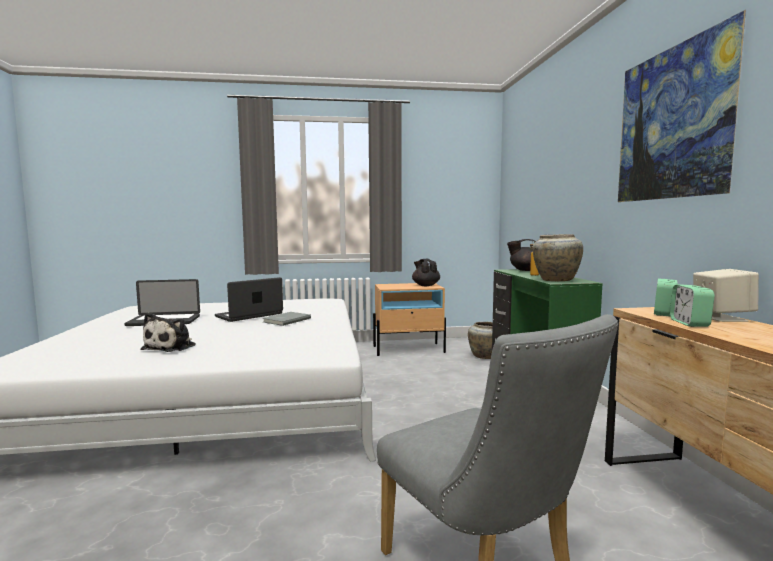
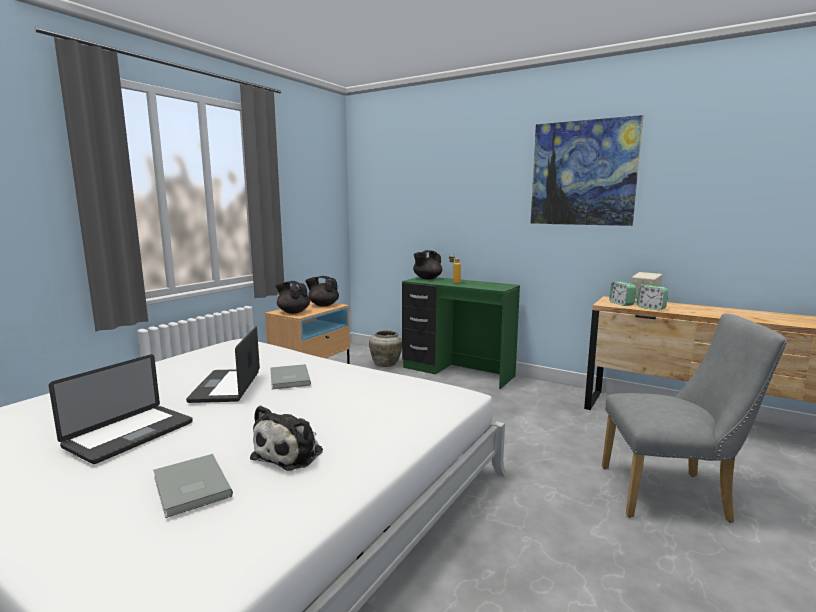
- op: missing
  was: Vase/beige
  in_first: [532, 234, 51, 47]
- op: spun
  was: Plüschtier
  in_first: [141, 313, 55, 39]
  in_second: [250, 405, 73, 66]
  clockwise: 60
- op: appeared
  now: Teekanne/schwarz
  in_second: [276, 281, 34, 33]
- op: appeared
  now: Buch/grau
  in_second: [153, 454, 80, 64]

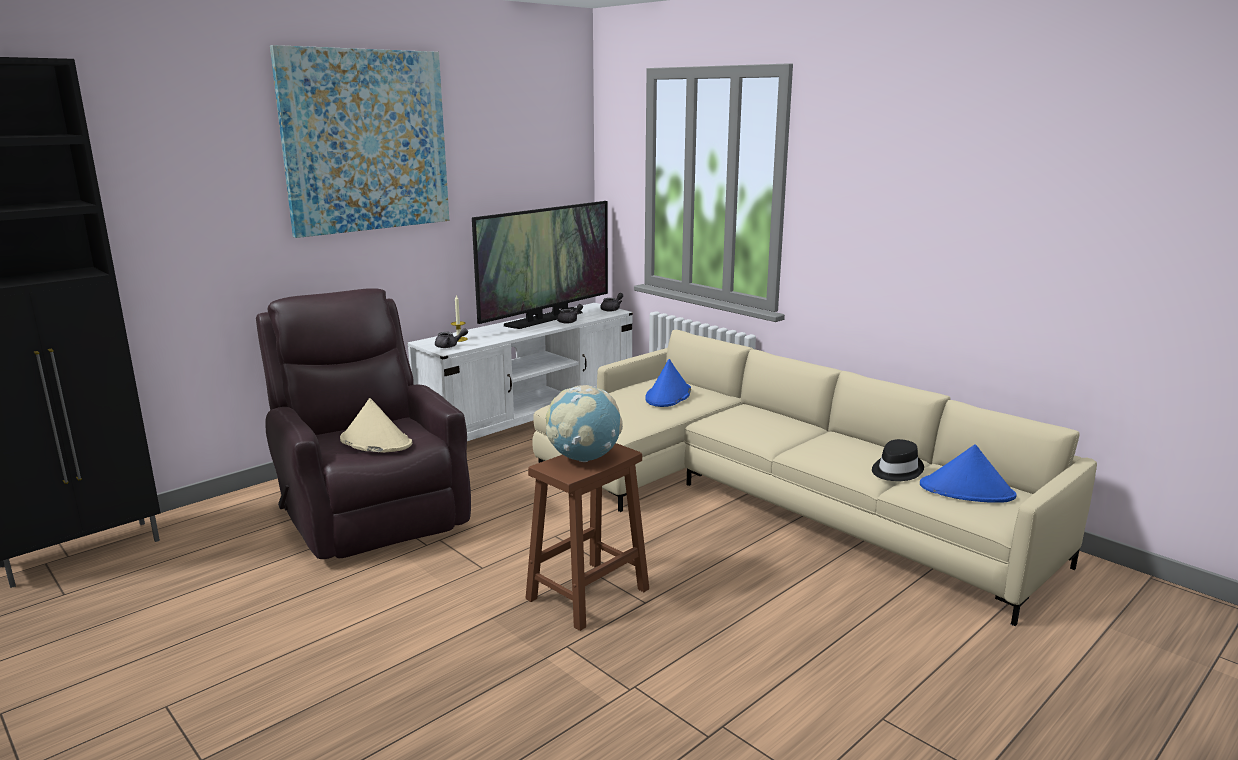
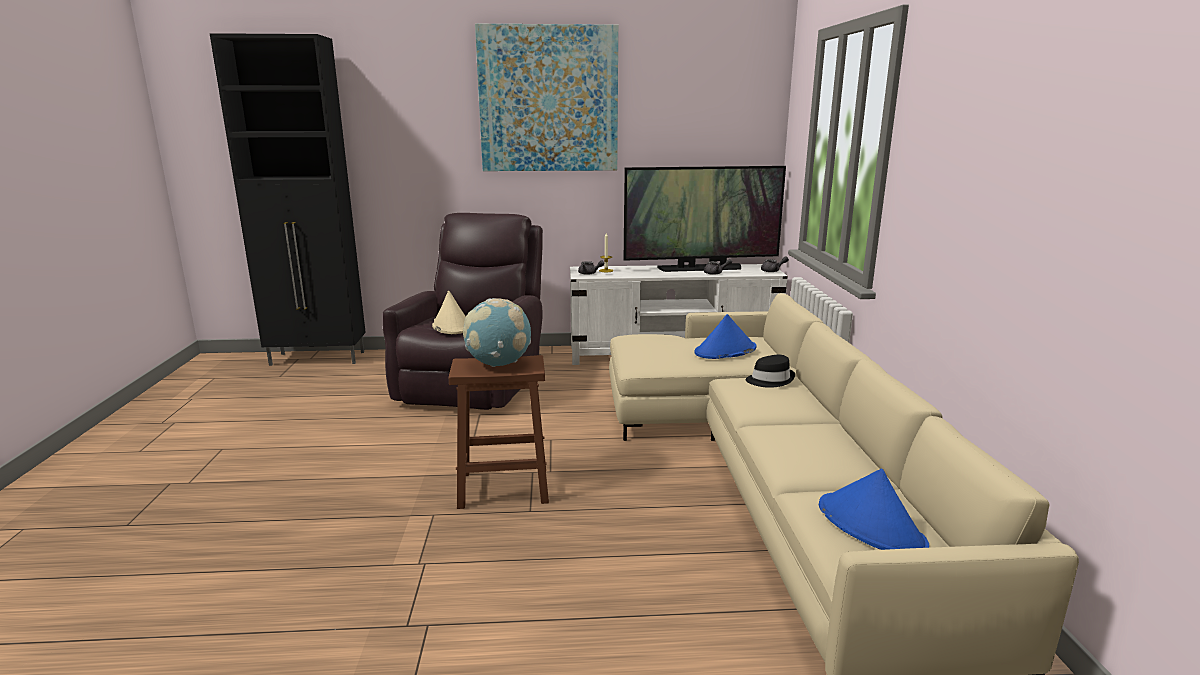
- op: relocated
  was: Hut/schwarz
  in_first: [872, 439, 52, 42]
  in_second: [745, 355, 50, 33]

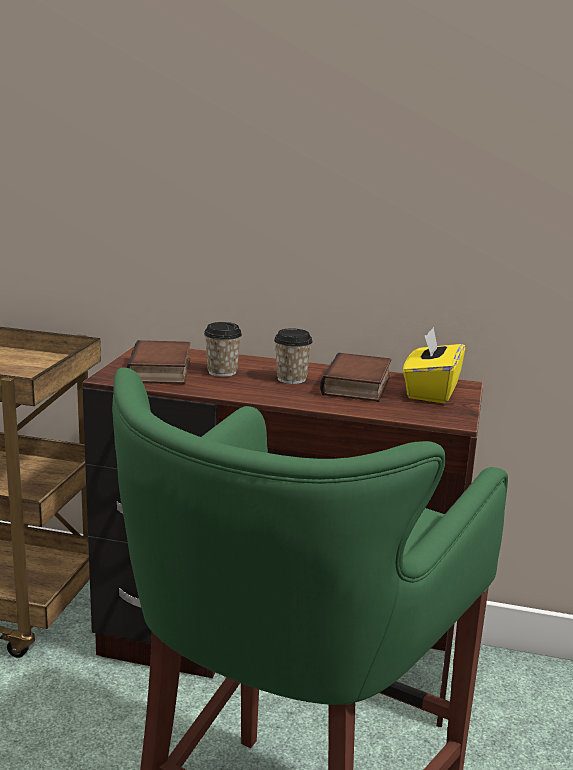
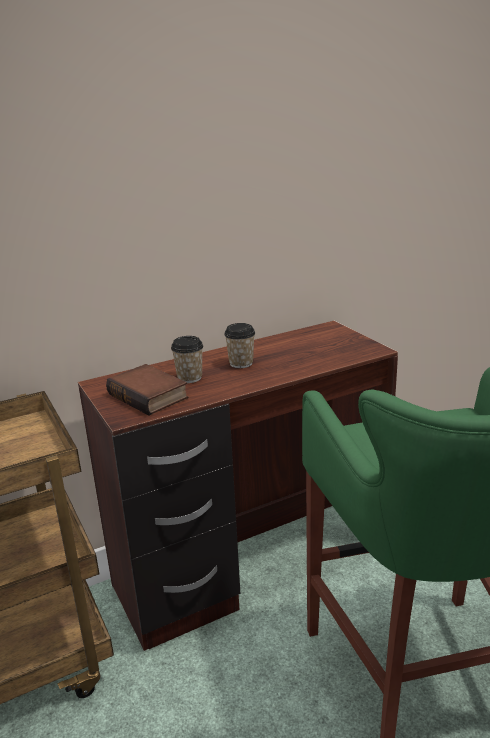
- op: missing
  was: Taschentuchbox/gelb
  in_first: [403, 327, 62, 77]
- op: missing
  was: Buch
  in_first: [320, 353, 71, 49]

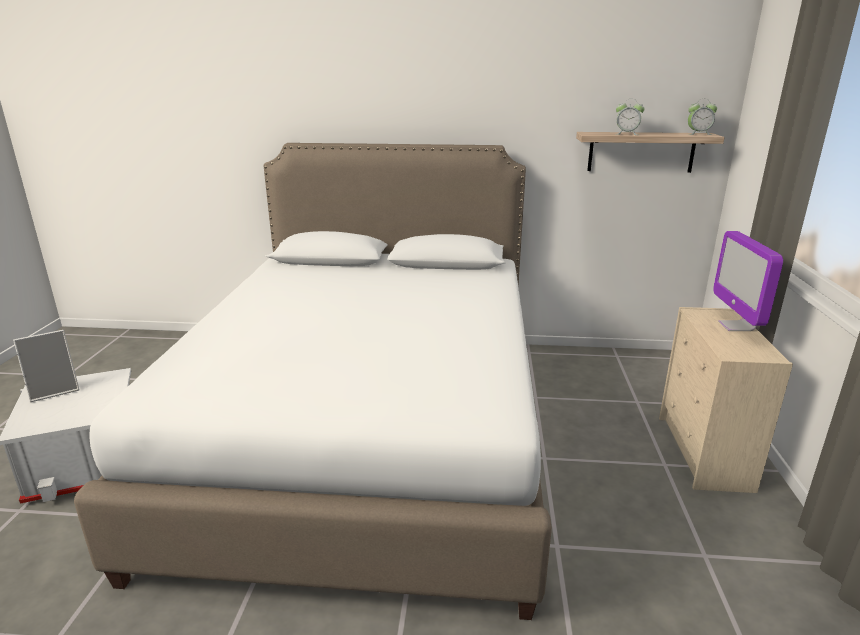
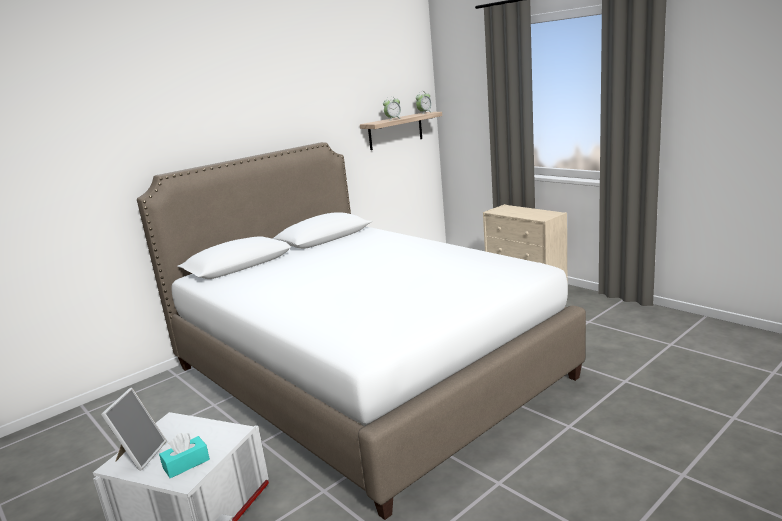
- op: missing
  was: Monitor
  in_first: [713, 231, 70, 100]
- op: appeared
  now: Taschentuchbox/türkis
  in_second: [159, 433, 51, 45]

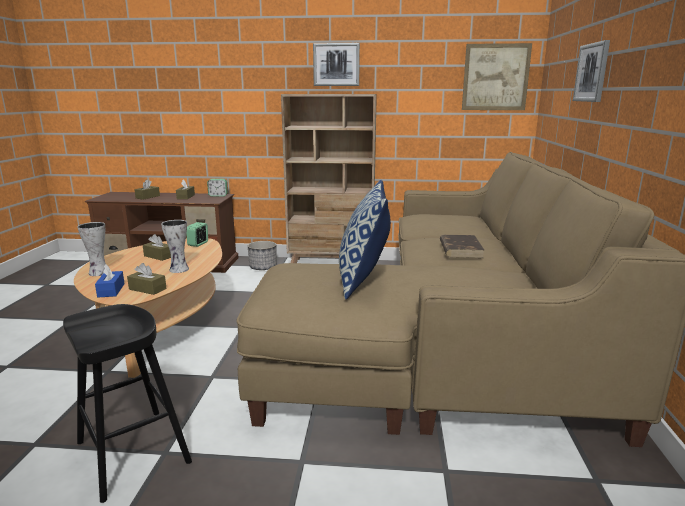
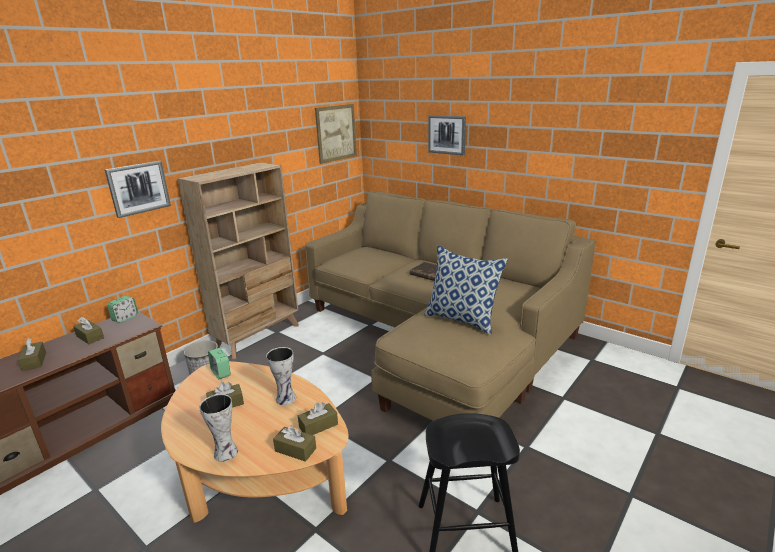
- op: relocated
  was: Bild
  in_first: [313, 43, 47, 43]
  in_second: [105, 161, 66, 57]
- op: colour
  was: Taschentuchbox/blau
  now: Taschentuchbox/braun
  in_first: [95, 264, 30, 34]
  in_second: [273, 426, 43, 36]

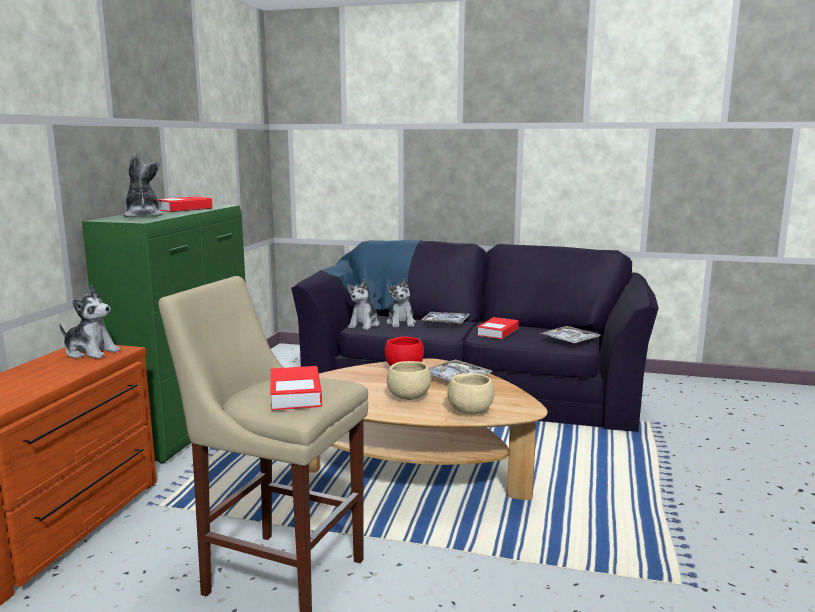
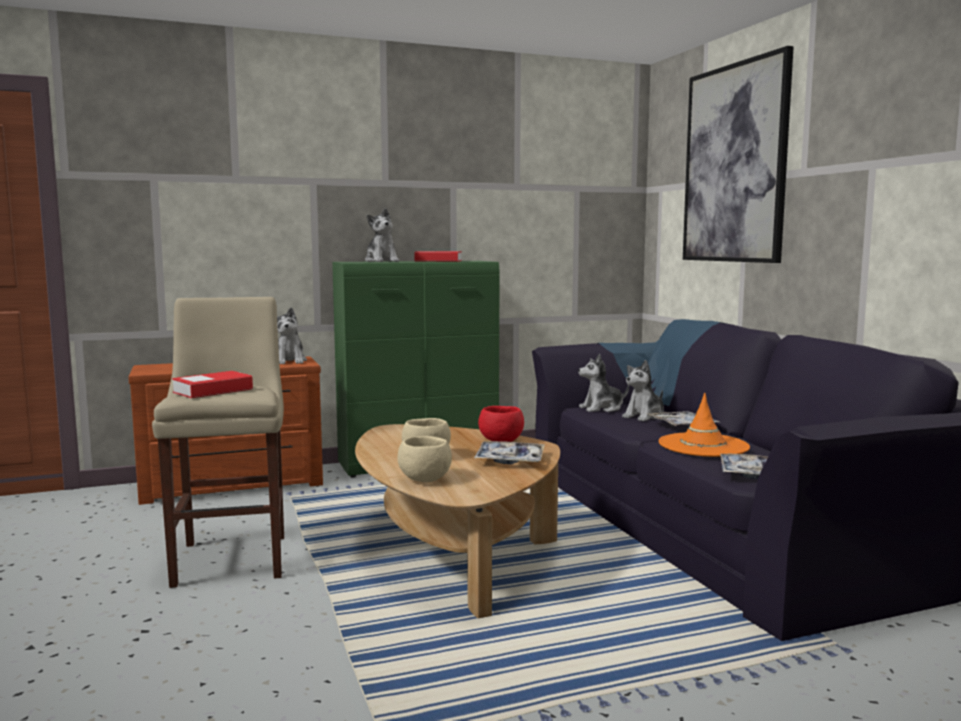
- op: spun
  was: Plüschtier
  in_first: [123, 154, 40, 63]
  in_second: [365, 208, 34, 54]
  clockwise: 120
- op: exchanged
  was: Buch
  now: Hut/orange
  in_first: [477, 317, 42, 22]
  in_second: [659, 393, 91, 64]
- op: appeared
  now: Bild
  in_second: [683, 46, 111, 217]

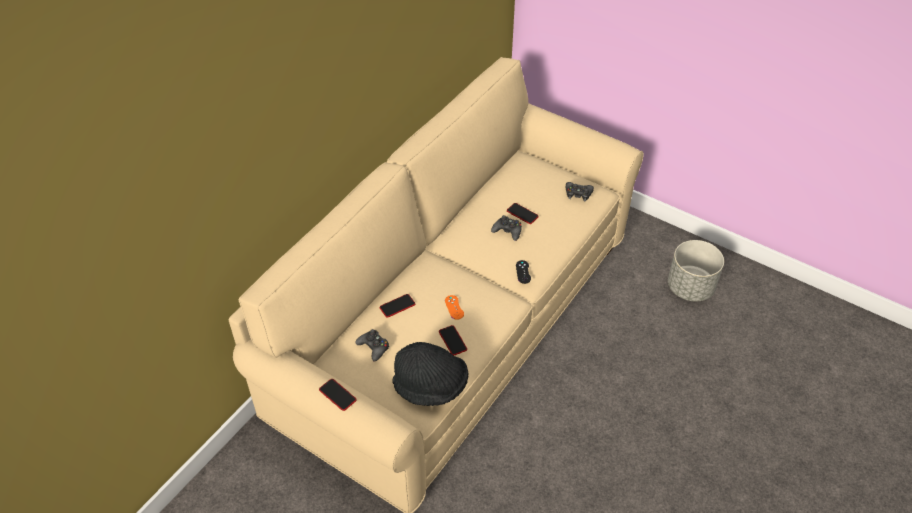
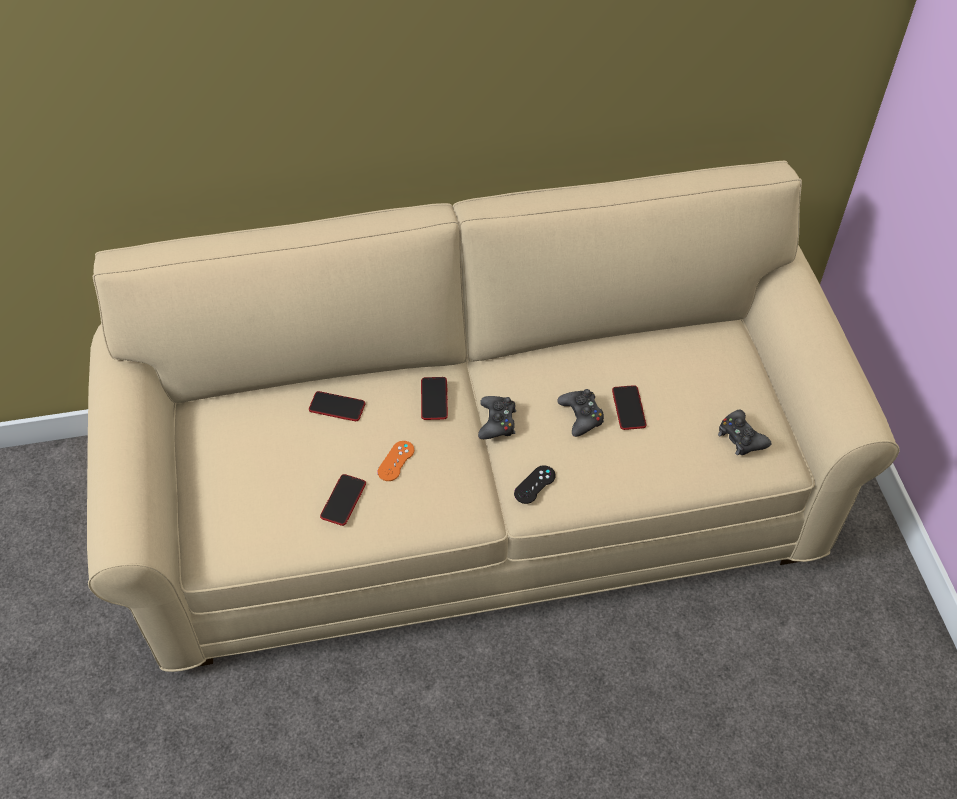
- op: missing
  was: Pflanzkübel/grau
  in_first: [668, 240, 56, 61]
- op: relocated
  was: Gamepad/schwarz
  in_first: [355, 329, 34, 33]
  in_second: [478, 396, 38, 43]
- op: missing
  was: Hut/schwarz
  in_first: [392, 342, 76, 64]
- op: relocated
  was: Handy
  in_first: [319, 379, 38, 32]
  in_second: [421, 377, 27, 43]

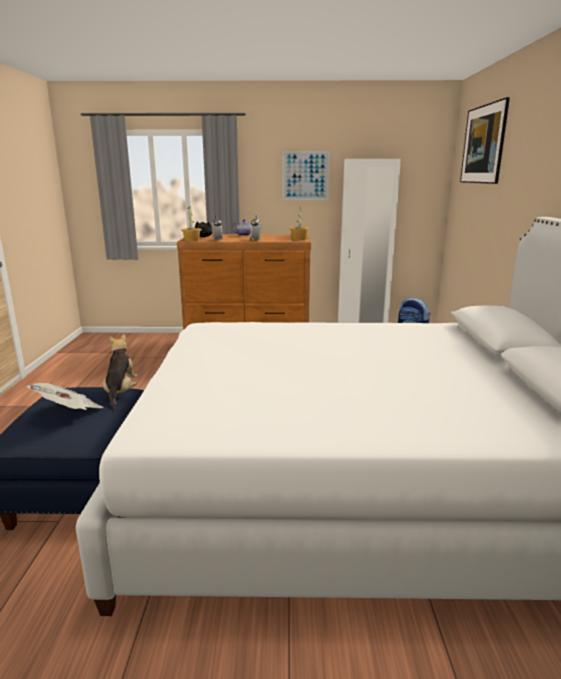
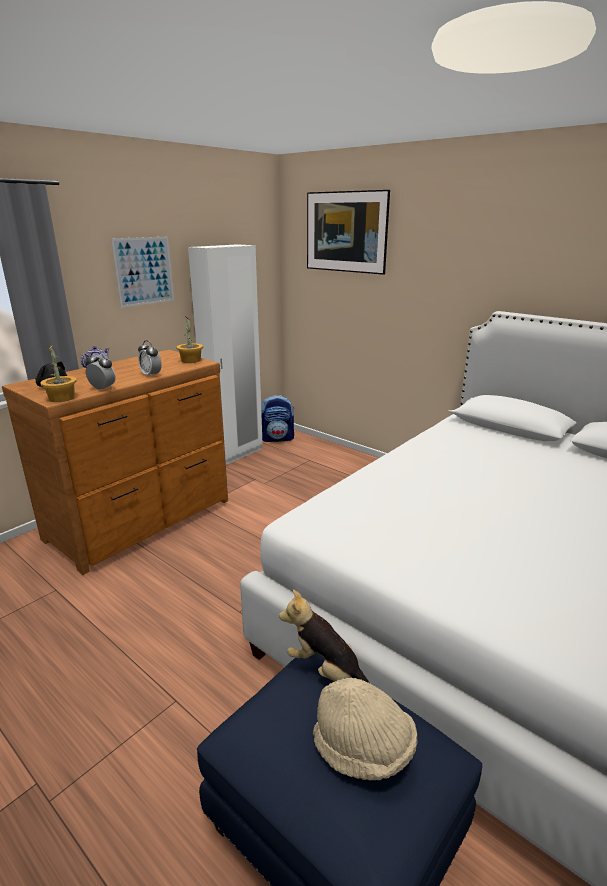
- op: exchanged
  was: Zeitung
  now: Hut/beige
  in_first: [26, 383, 77, 27]
  in_second: [313, 678, 105, 102]

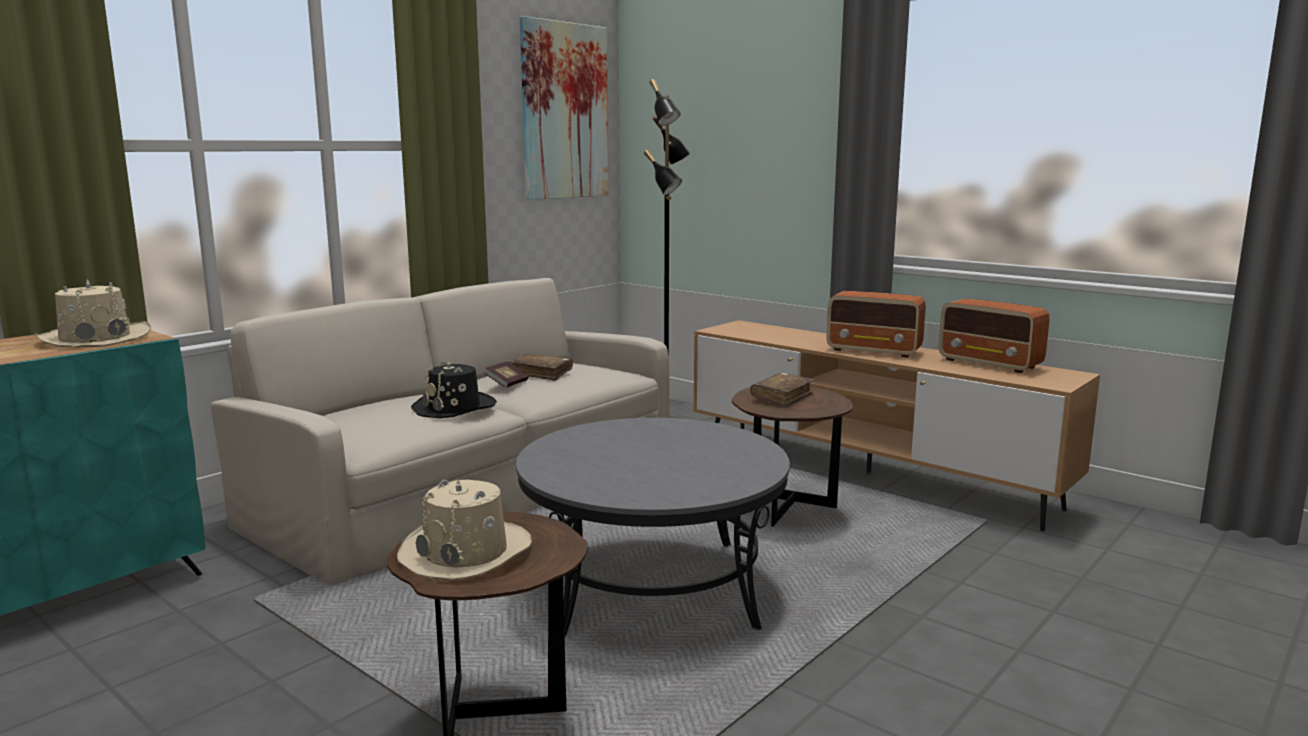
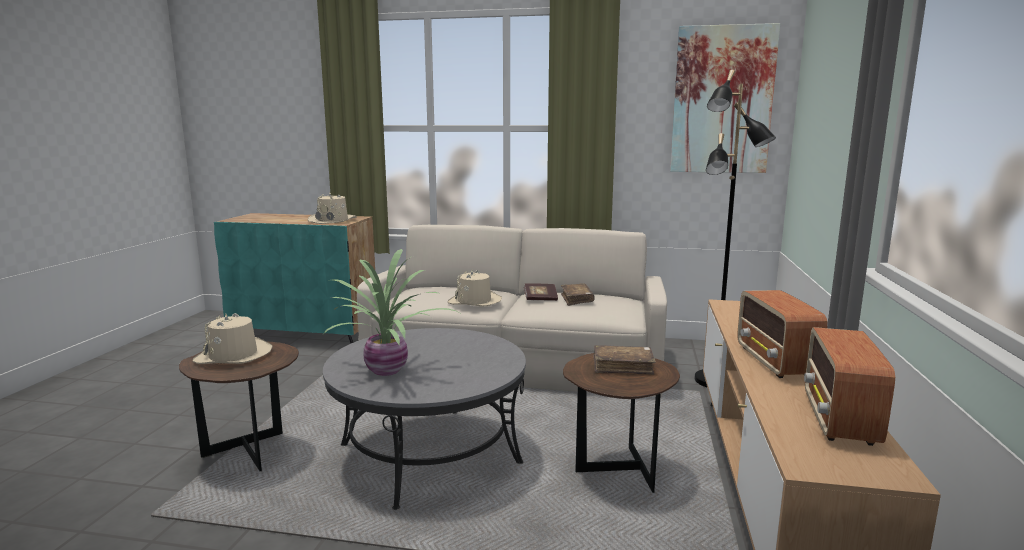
- op: colour
  was: Hut/schwarz
  now: Hut/beige
  in_first: [411, 360, 86, 58]
  in_second: [448, 270, 54, 37]
- op: appeared
  now: Topfpflanze
  in_second: [323, 249, 135, 127]

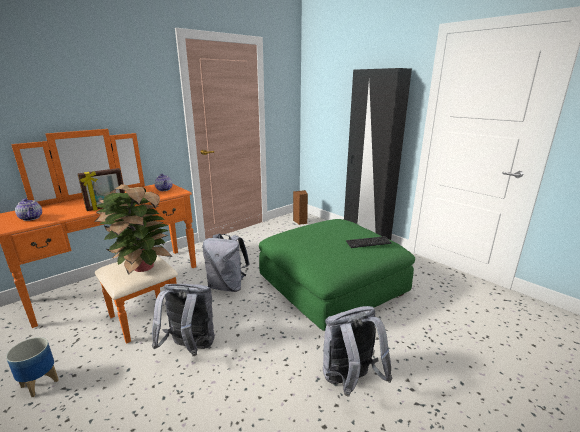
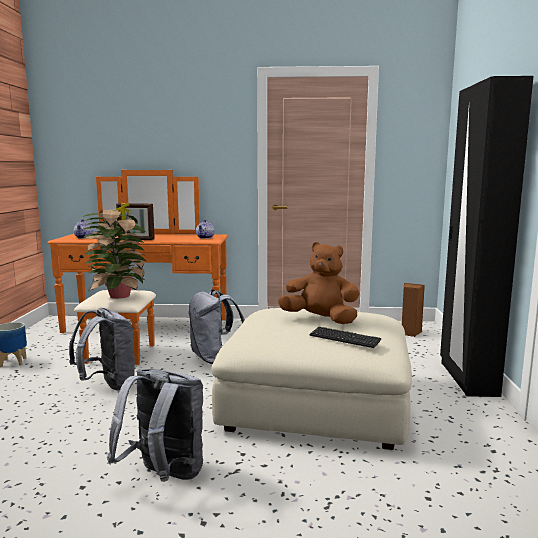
- op: colour
  was: Polsterhocker/grün
  now: Polsterhocker/beige
  in_first: [259, 219, 156, 112]
  in_second: [211, 308, 201, 142]
- op: appeared
  now: Plüschtier/braun
  in_second: [278, 242, 82, 82]

